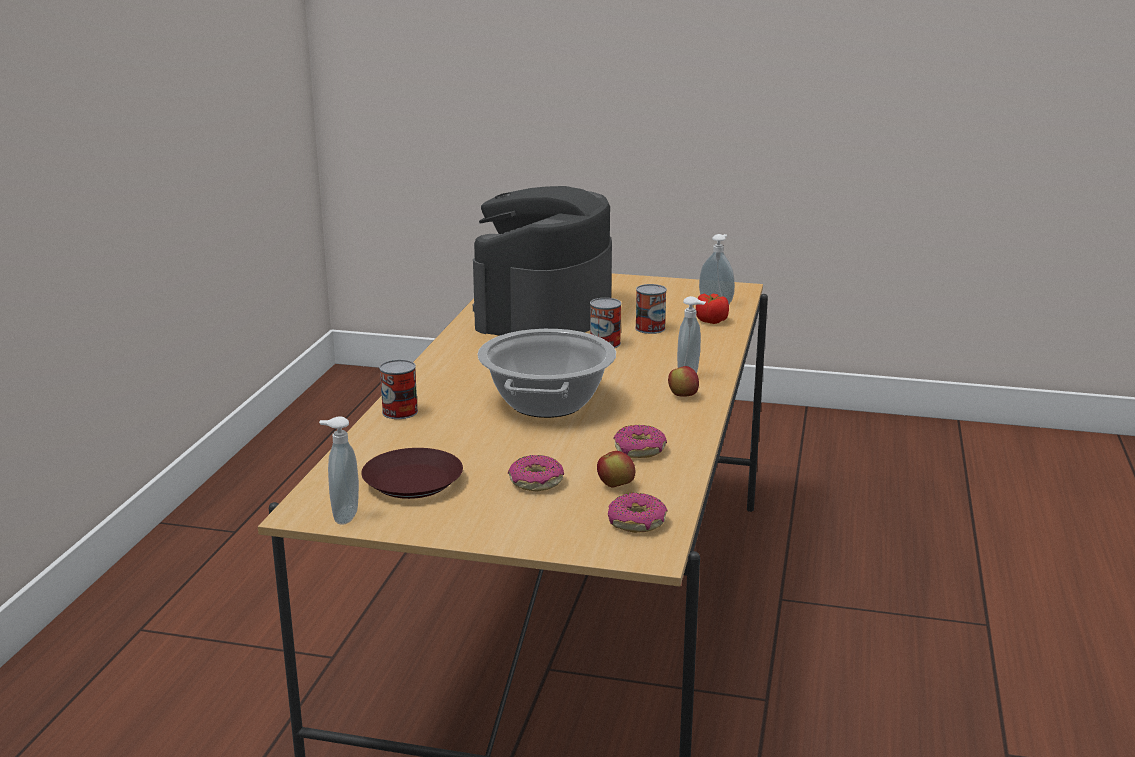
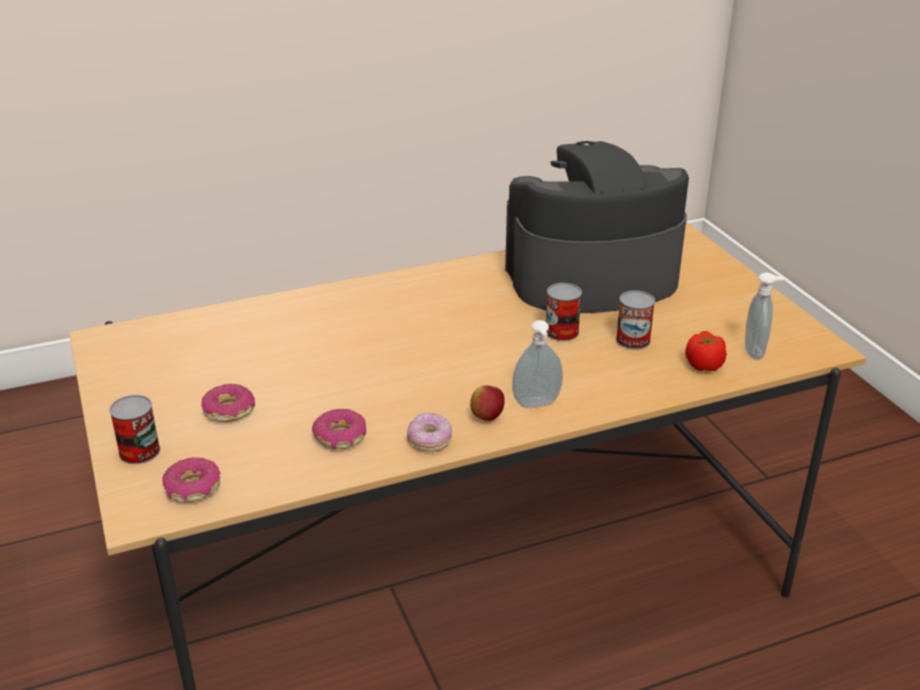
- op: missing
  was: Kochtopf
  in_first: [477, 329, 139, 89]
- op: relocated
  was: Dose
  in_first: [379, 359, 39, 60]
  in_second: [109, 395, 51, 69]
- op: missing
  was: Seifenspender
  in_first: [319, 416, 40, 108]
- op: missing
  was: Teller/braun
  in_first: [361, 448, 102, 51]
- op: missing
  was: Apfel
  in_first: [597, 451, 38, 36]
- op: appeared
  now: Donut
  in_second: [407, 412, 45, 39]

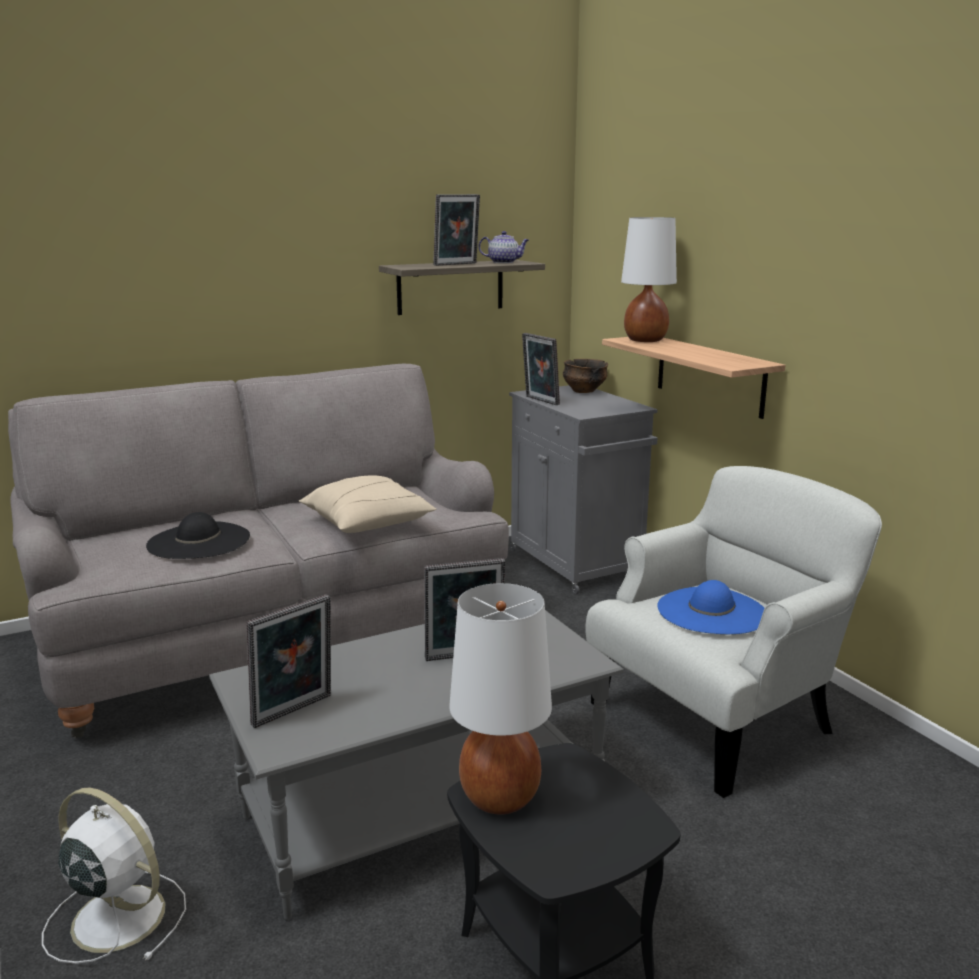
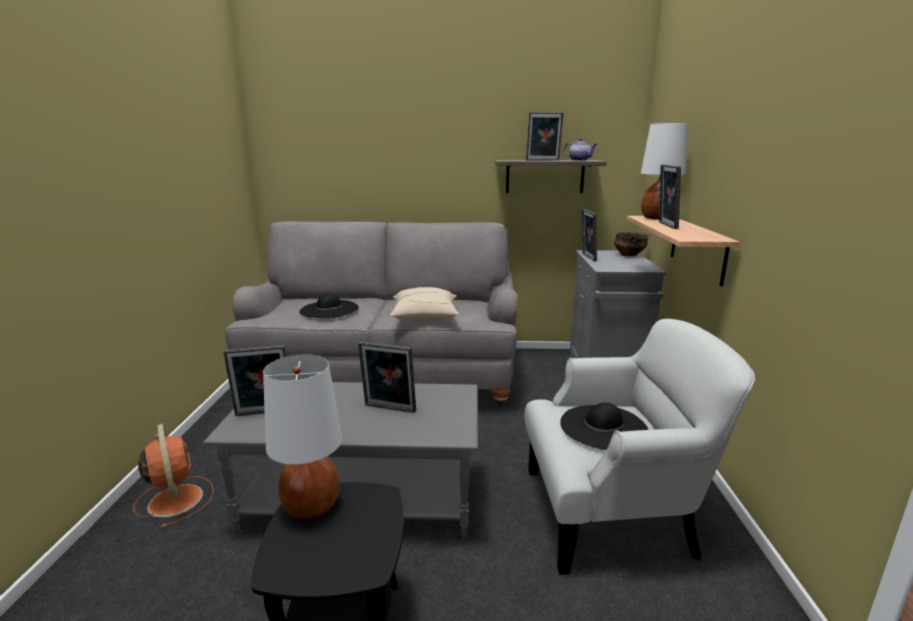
- op: colour
  was: Hut/blau
  now: Hut/schwarz
  in_first: [657, 580, 108, 54]
  in_second: [560, 402, 89, 48]
- op: colour
  was: Ventilator/weiß
  now: Ventilator/orange
  in_first: [42, 787, 144, 177]
  in_second: [134, 424, 80, 104]
- op: appeared
  now: Bilderrahmen
  in_second: [659, 164, 22, 65]

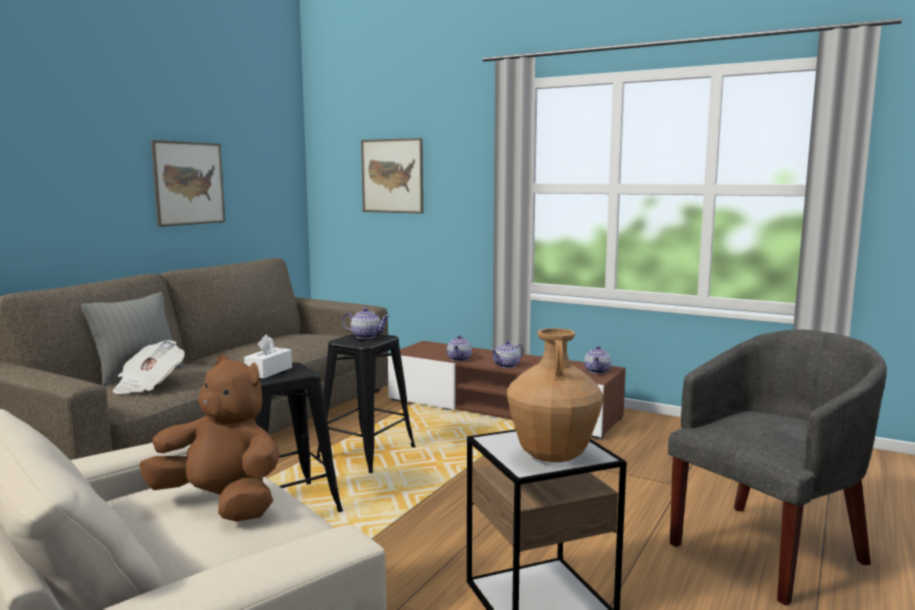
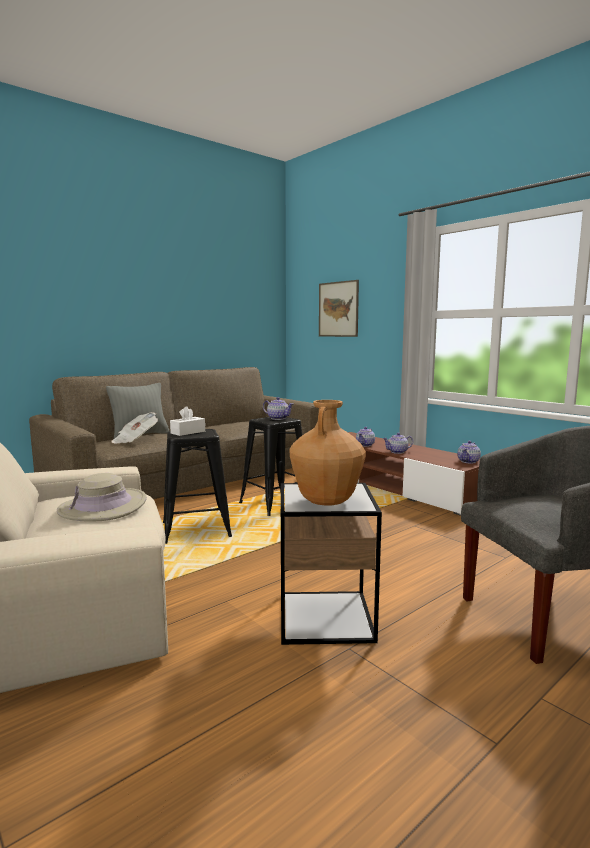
- op: missing
  was: Bild
  in_first: [151, 140, 74, 87]
- op: exchanged
  was: Plüschtier/braun
  now: Hut/beige
  in_first: [139, 355, 141, 167]
  in_second: [57, 473, 90, 49]

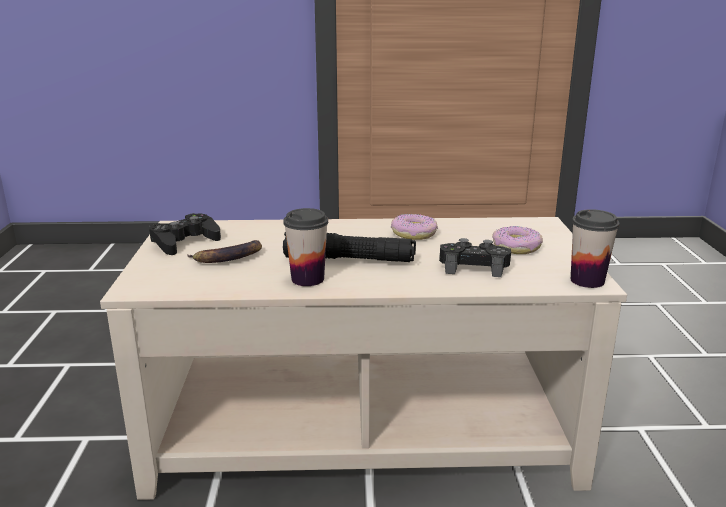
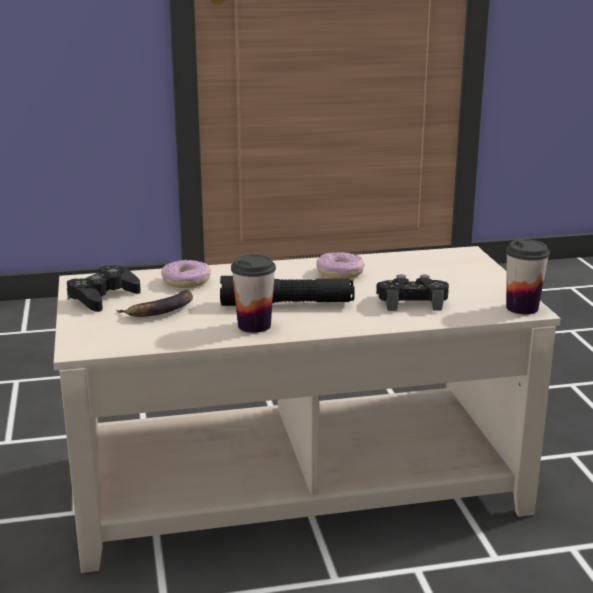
- op: relocated
  was: Donut
  in_first: [492, 226, 51, 28]
  in_second: [161, 260, 50, 28]

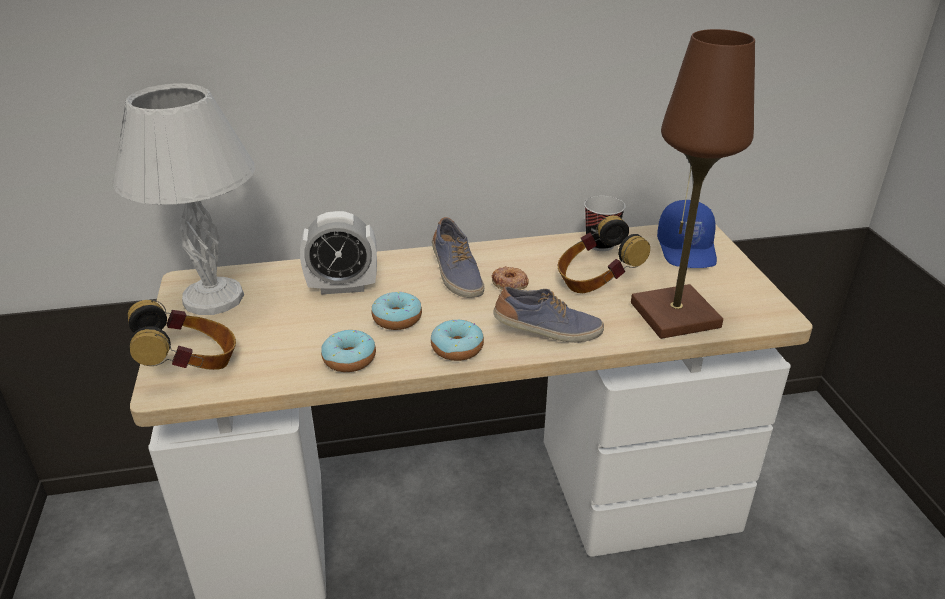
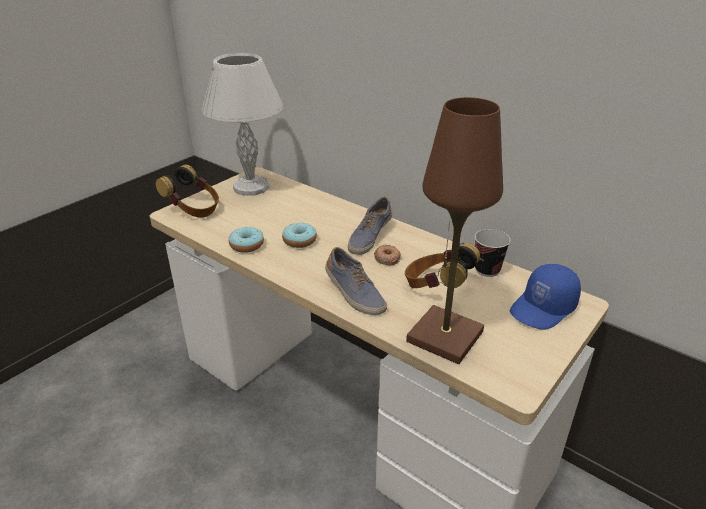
- op: missing
  was: Wecker
  in_first: [300, 211, 77, 84]
- op: missing
  was: Donut
  in_first: [431, 320, 53, 41]

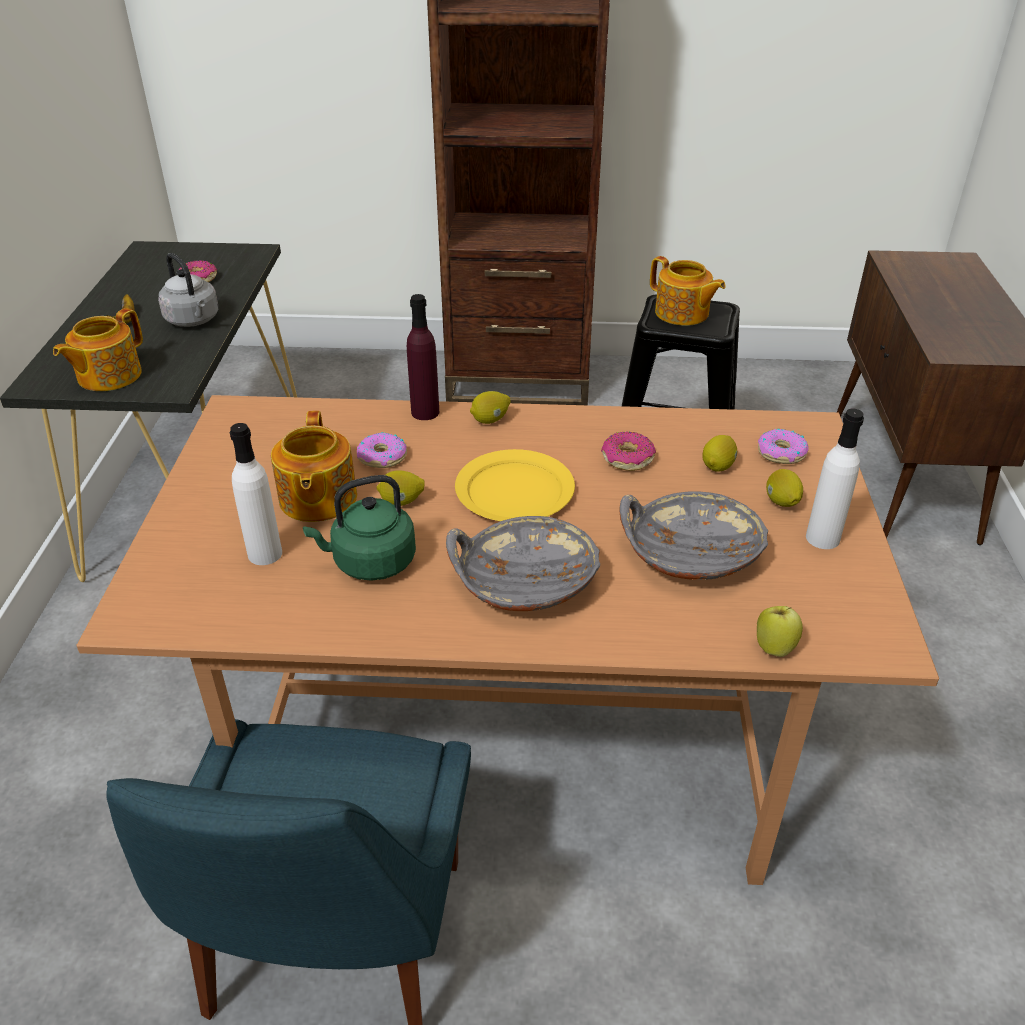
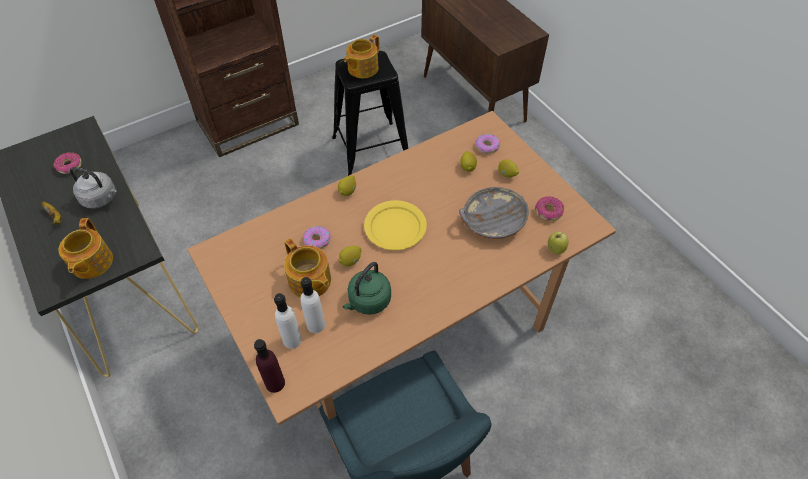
- op: spun
  was: Teekanne
  in_first: [650, 256, 76, 70]
  in_second: [344, 35, 35, 43]
  clockwise: 120
- op: relocated
  was: Flasche/lila
  in_first: [407, 294, 32, 126]
  in_second: [254, 339, 31, 54]
- op: relocated
  was: Flasche/weiß
  in_first: [806, 409, 58, 140]
  in_second: [274, 293, 28, 56]
- op: relocated
  was: Donut
  in_first: [601, 432, 55, 39]
  in_second: [535, 196, 29, 25]
- op: missing
  was: Schüssel/grau
  in_first: [446, 516, 154, 95]

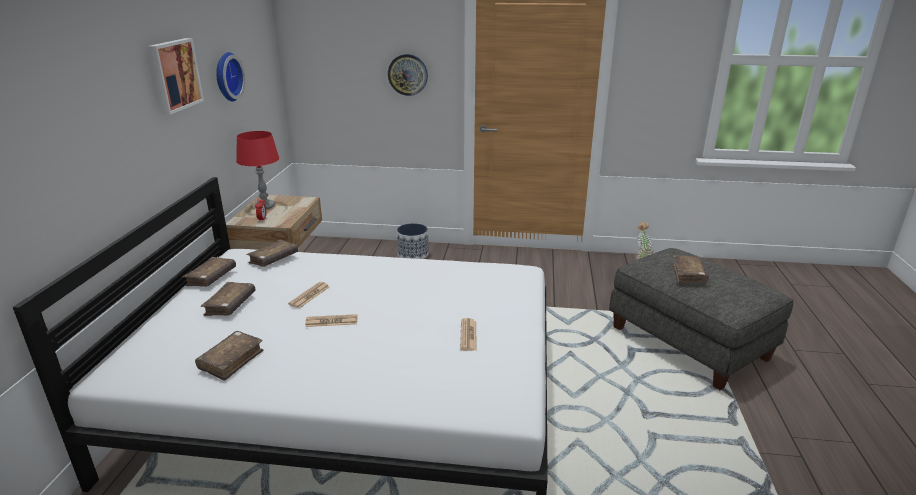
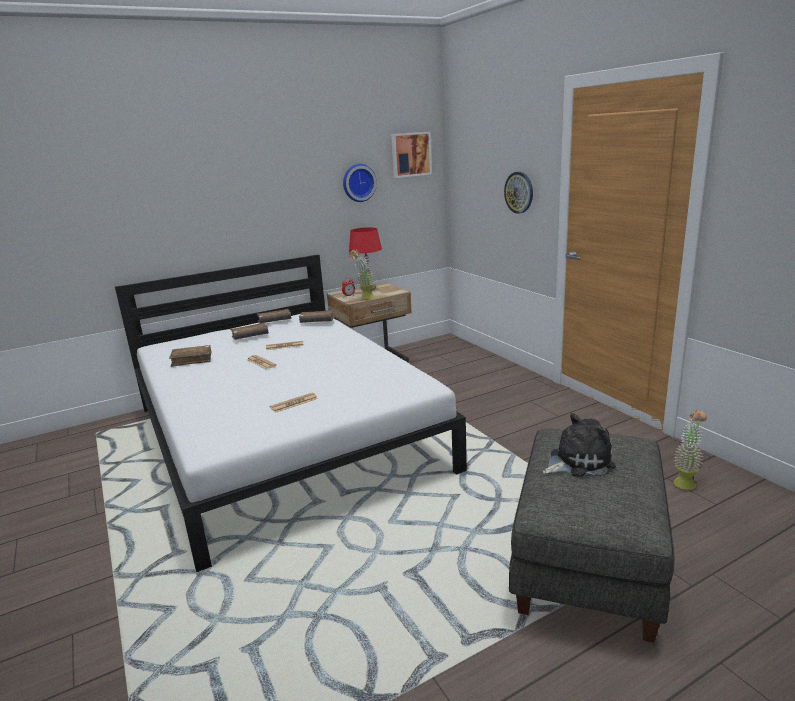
- op: relocated
  was: Bild
  in_first: [148, 38, 56, 77]
  in_second: [391, 132, 41, 46]
- op: missing
  was: Pflanzkübel
  in_first: [397, 223, 32, 36]
- op: exchanged
  was: Buch/braun
  now: Plüschtier
  in_first: [672, 255, 37, 29]
  in_second: [543, 413, 73, 64]
- op: appeared
  now: Topfpflanze
  in_second: [349, 249, 25, 50]

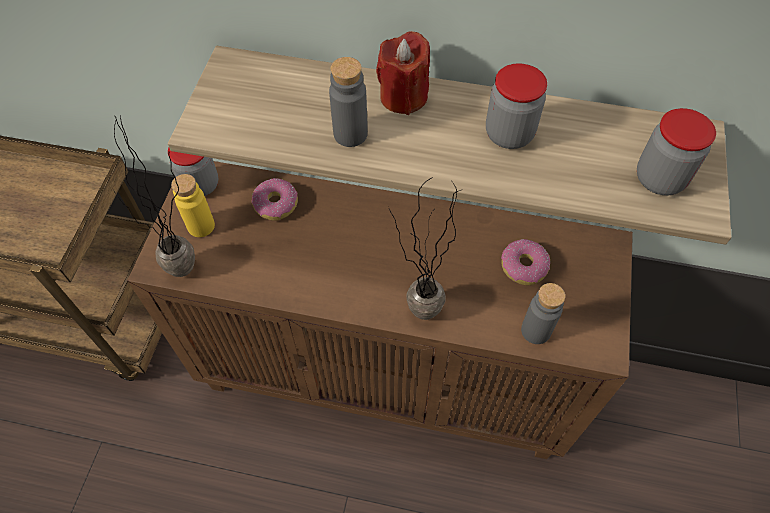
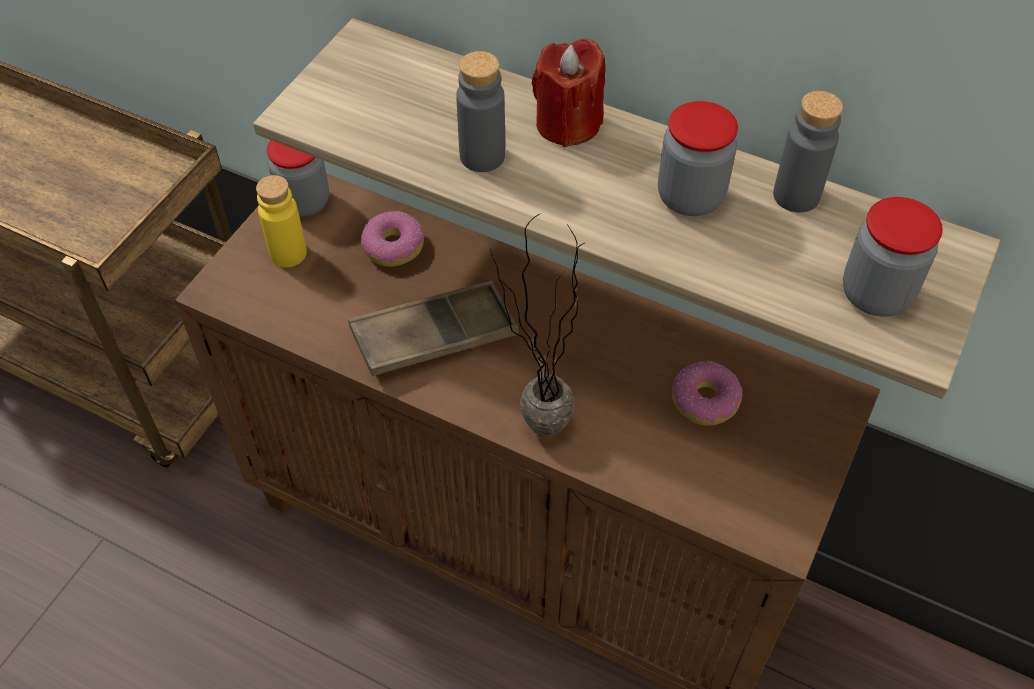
- op: missing
  was: Topfpflanze
  in_first: [114, 115, 81, 162]
- op: relocated
  was: Flasche/grau
  in_first: [521, 283, 44, 61]
  in_second: [773, 91, 70, 122]
- op: appeared
  now: Tablett/braun
  in_second: [349, 281, 170, 95]

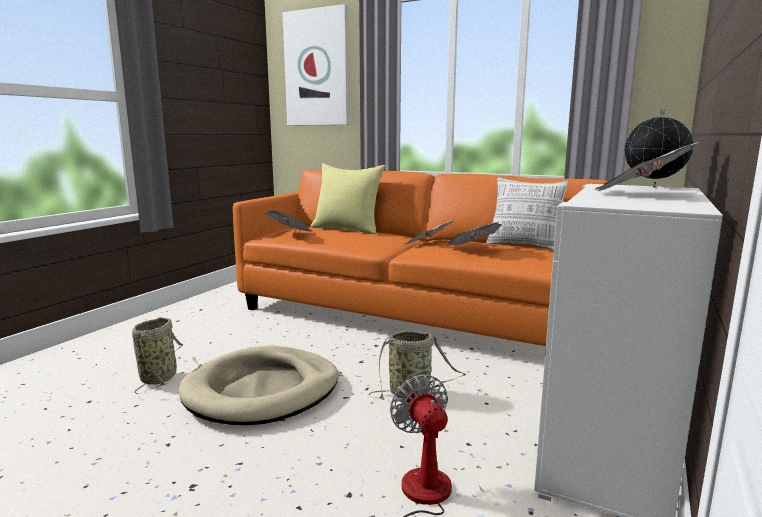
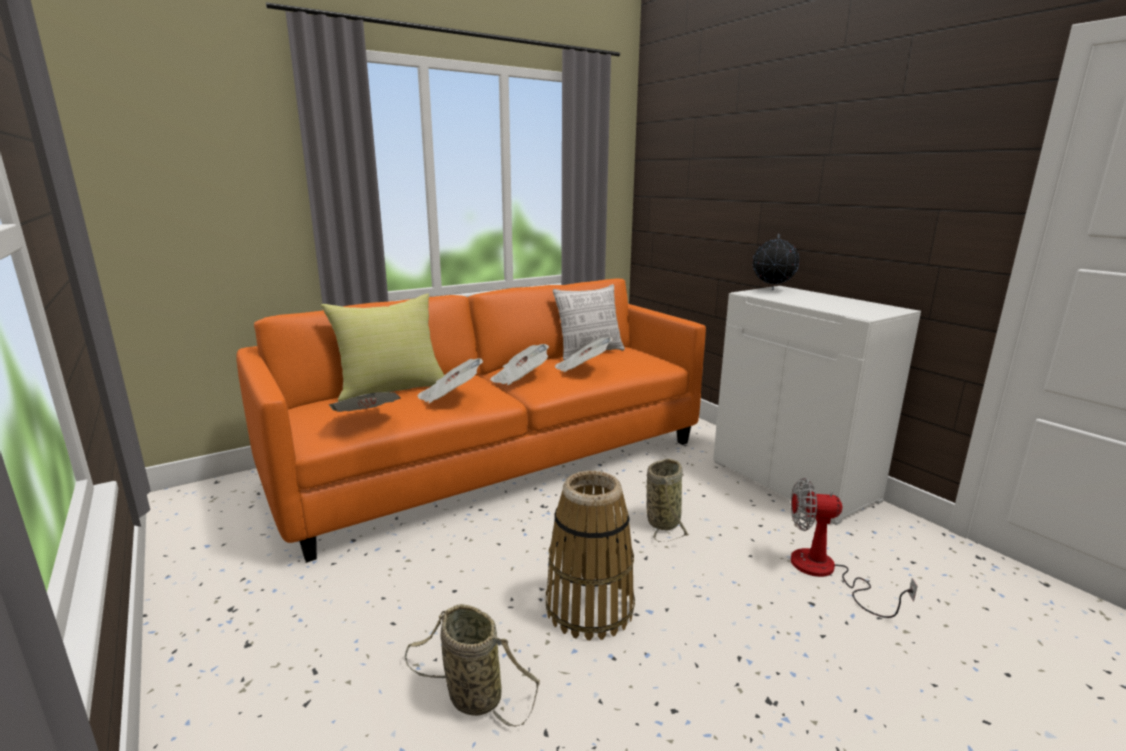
- op: missing
  was: Bild
  in_first: [282, 4, 67, 122]
- op: relocated
  was: Zeitung
  in_first: [595, 142, 103, 49]
  in_second: [417, 358, 66, 46]
- op: exchanged
  was: Hundebett/beige
  now: Korb
  in_first: [179, 346, 160, 79]
  in_second: [546, 471, 89, 169]

